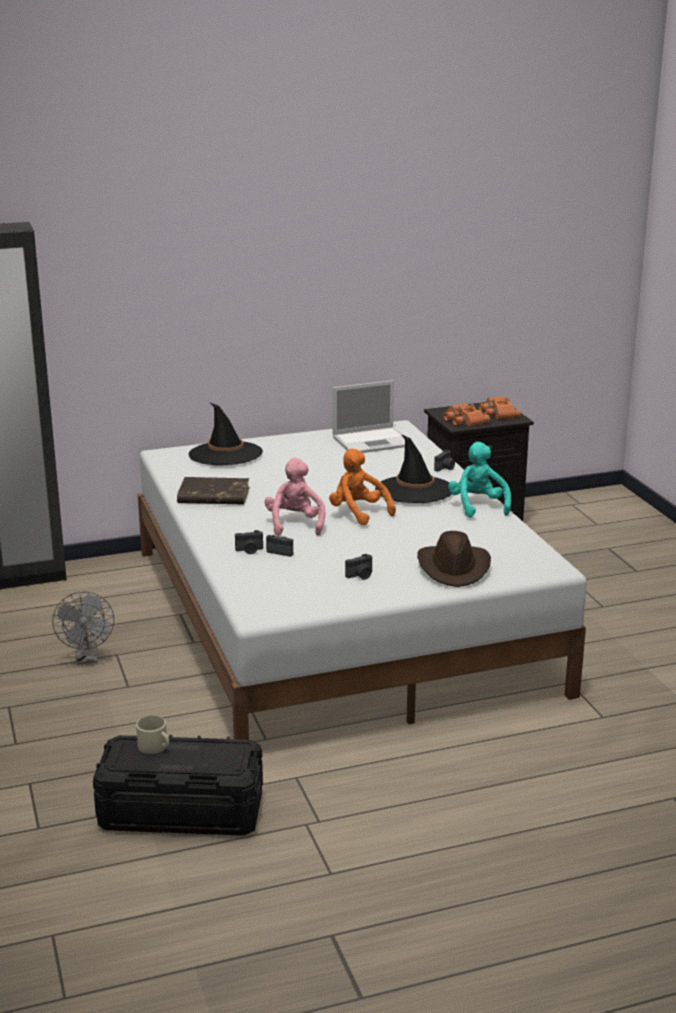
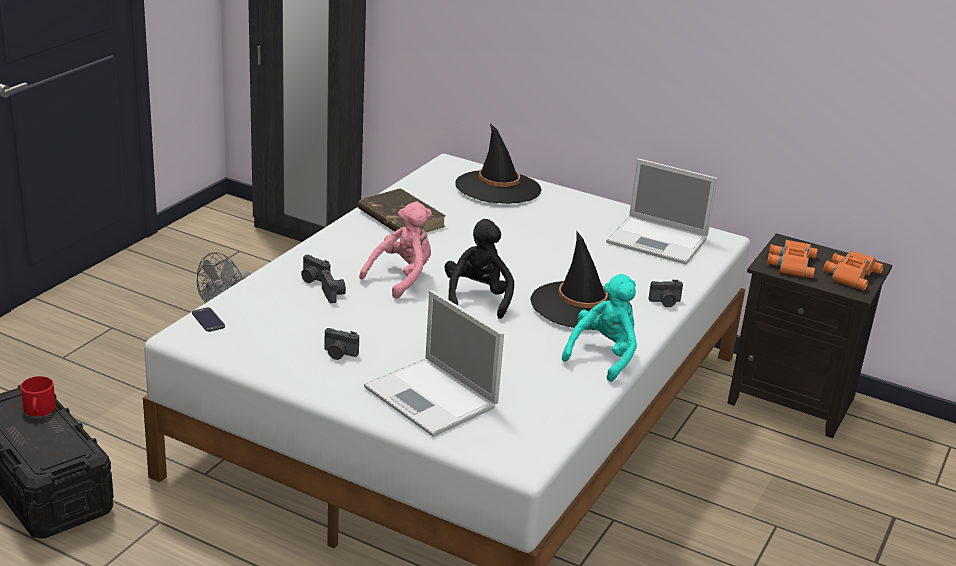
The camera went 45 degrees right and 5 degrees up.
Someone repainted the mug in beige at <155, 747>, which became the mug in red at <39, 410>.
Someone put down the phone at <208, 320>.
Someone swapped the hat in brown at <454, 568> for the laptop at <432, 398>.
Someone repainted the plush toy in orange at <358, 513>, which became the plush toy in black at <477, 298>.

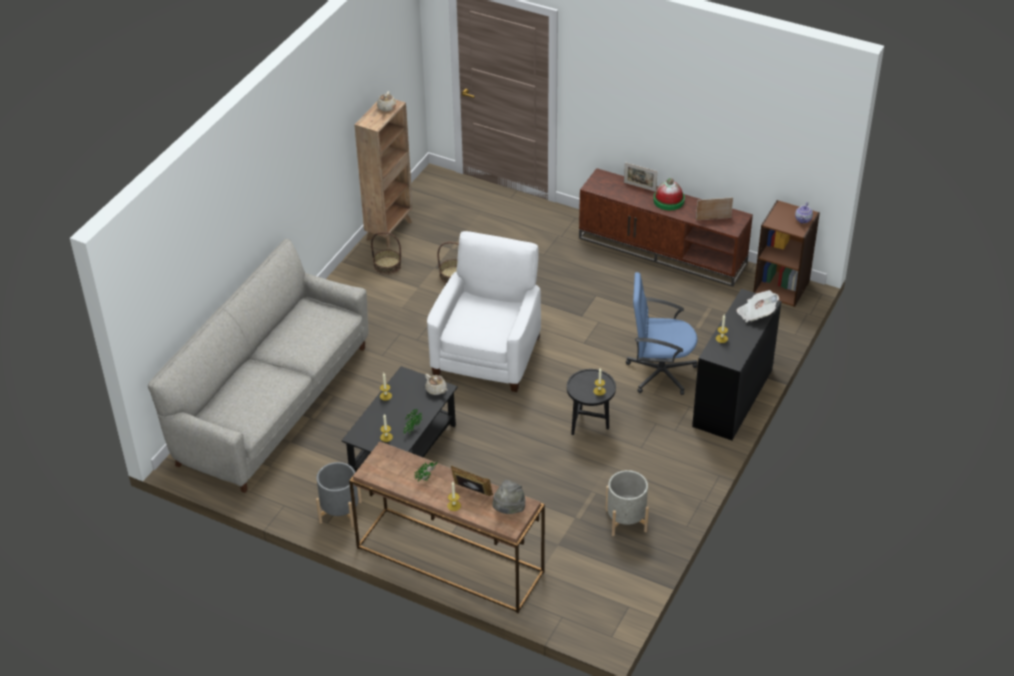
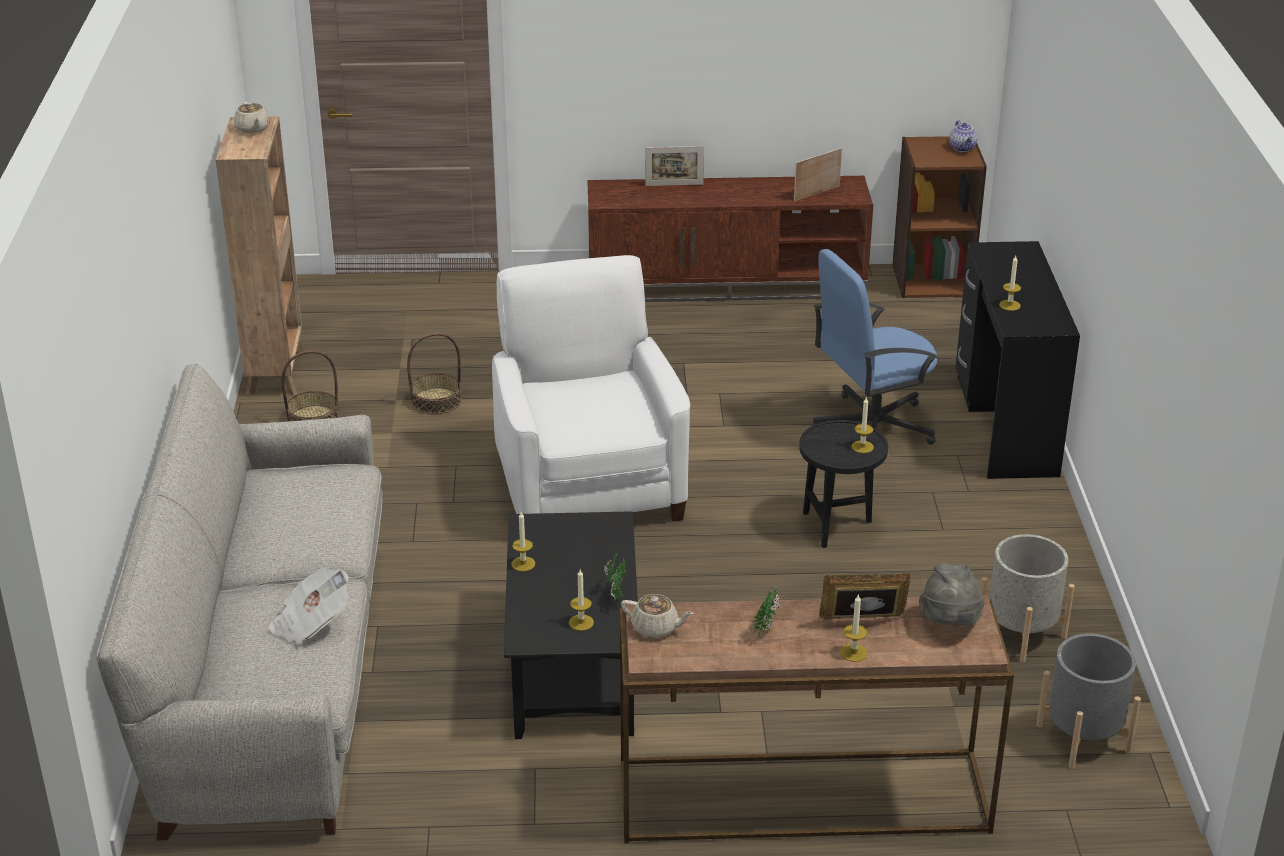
The camera went 30 degrees left and 10 degrees down.
Someone carried the newspaper from <756, 314> to <311, 623>.
Someone carried the teapot in beige from <436, 390> to <656, 628>.
Someone carried the planter in grey from <340, 512> to <1083, 738>.
Someone took away the hat at <668, 200>.

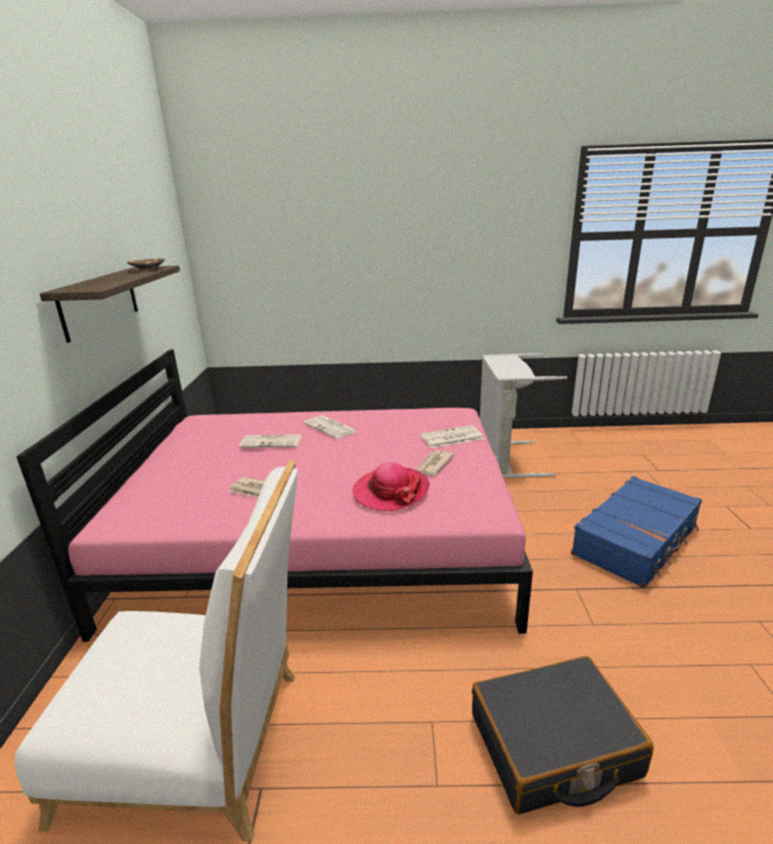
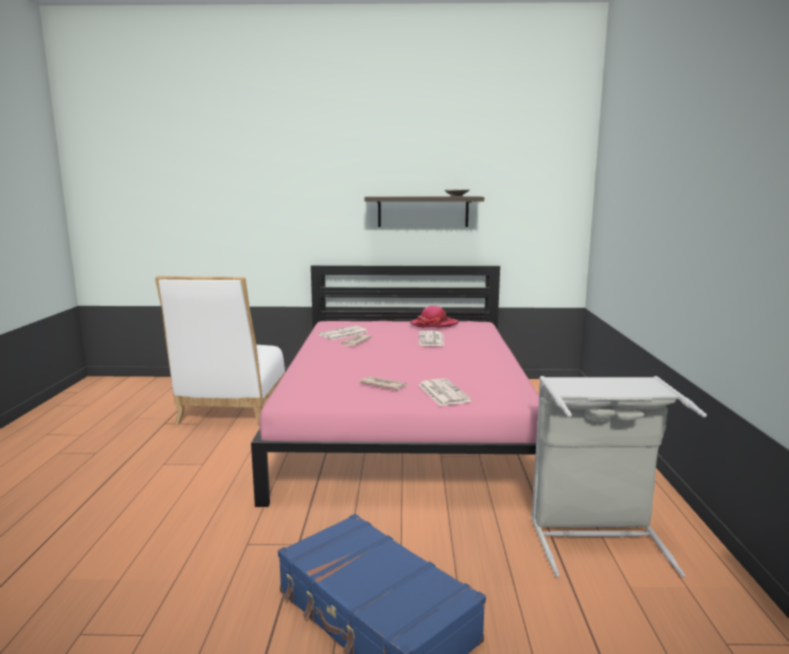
The camera went 90 degrees right and 10 degrees down.
Someone carried the newspaper from <331, 428> to <343, 334>.
Someone carried the hat from <390, 491> to <434, 324>.
Someone took away the suitcase in black at <553, 746>.

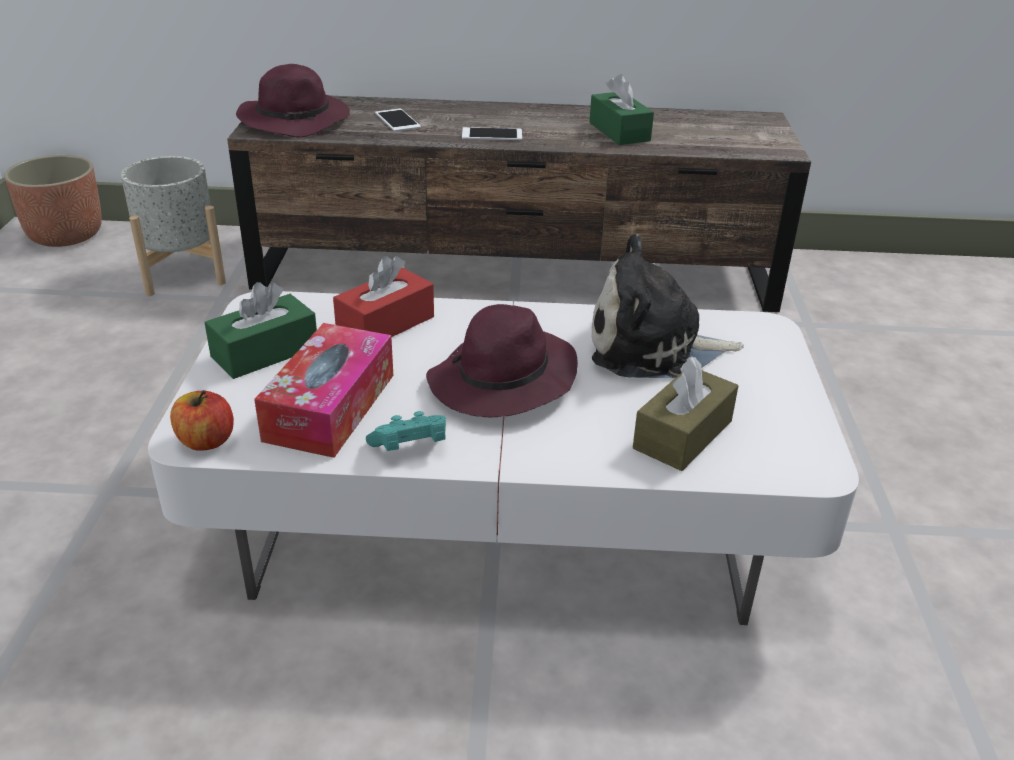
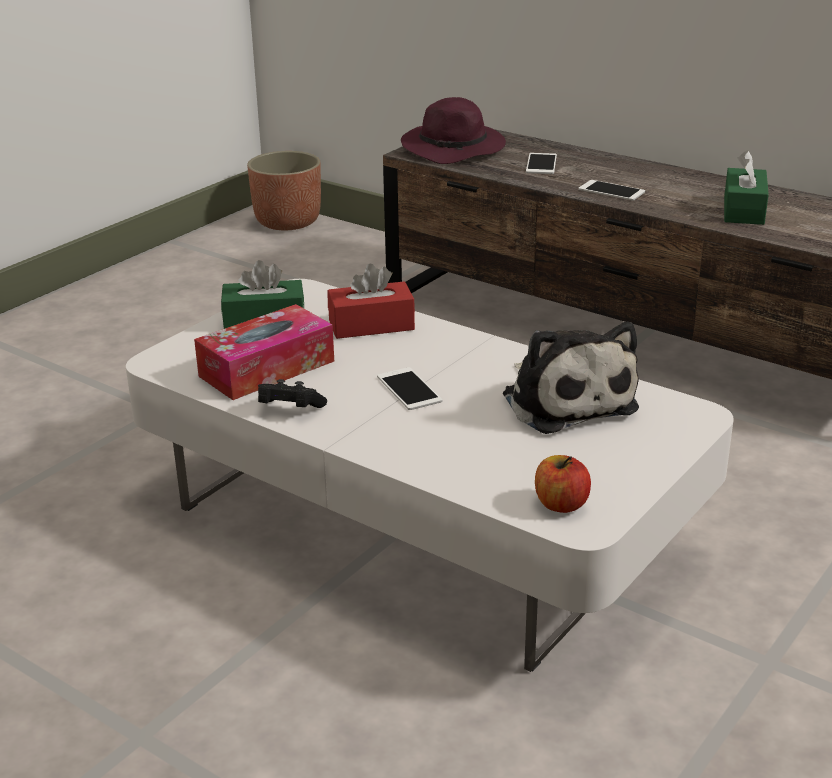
The camera went 35 degrees right and 5 degrees down.
Someone repainted the game controller in turquoise at <410, 448>, which became the game controller in black at <289, 410>.
Someone swapped the hat in purple at <503, 382> for the phone at <409, 389>.
Someone rotated the plush toy at <653, 348> by 150 degrees counterclockwise.
Someone carried the apple from <206, 441> to <561, 504>.
Someone took away the planter in grey at <181, 273>.
Someone took away the tissue box in brown at <683, 435>.

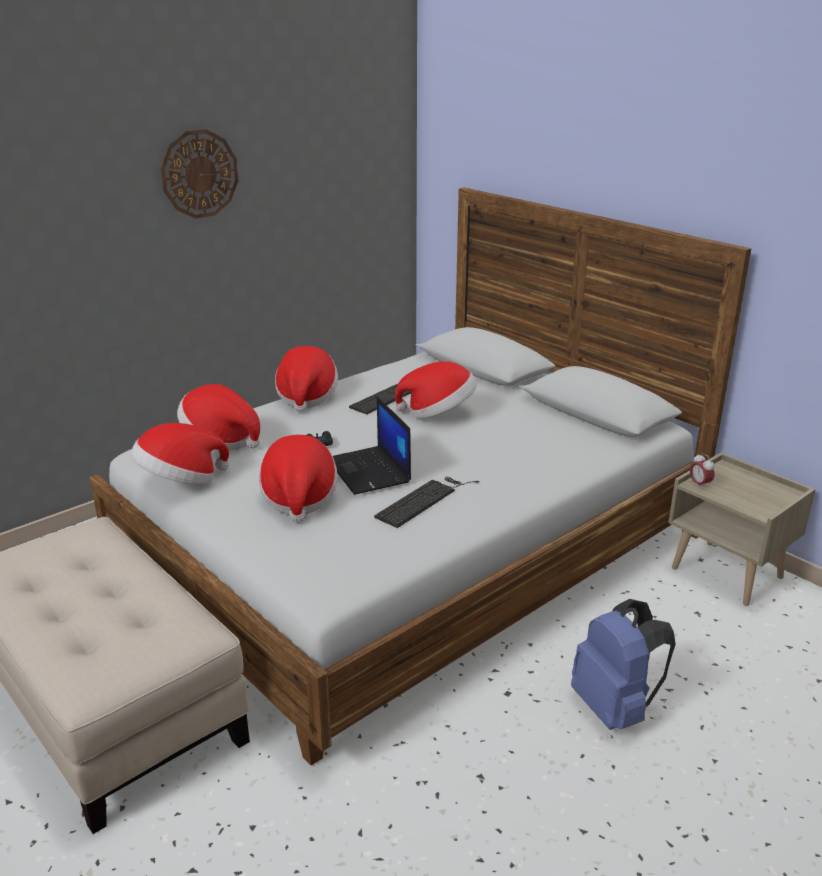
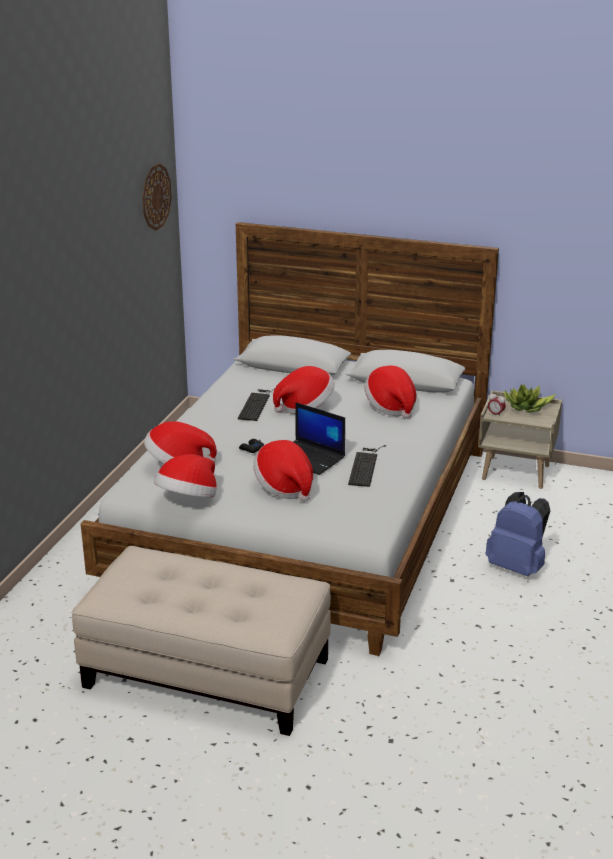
The camera went 30 degrees left and 0 degrees up.
Someone carried the wall clock from <199, 174> to <156, 197>.
Someone carried the hat from <306, 397> to <391, 407>.
Someone put down the potted plant at <526, 408>.

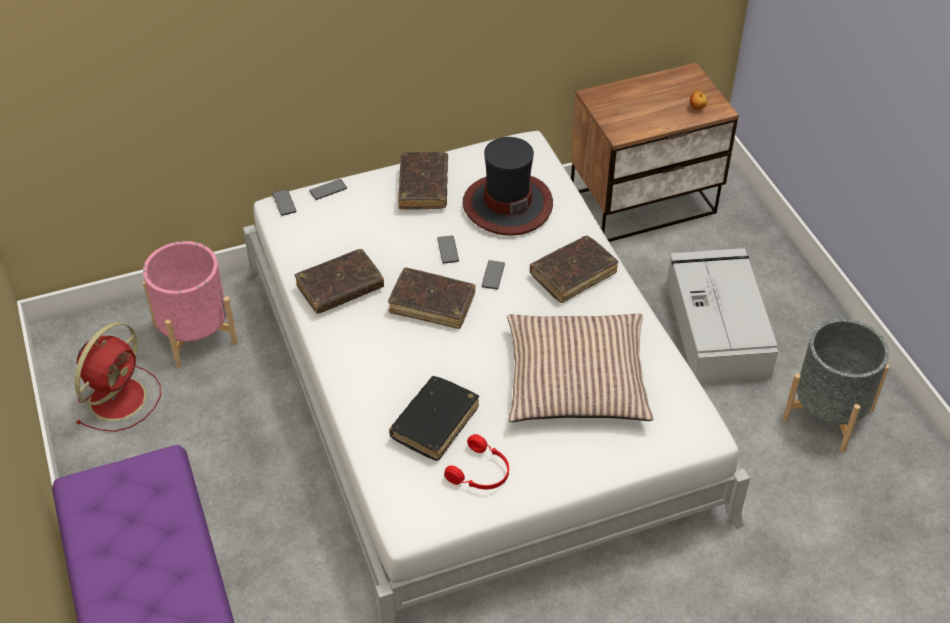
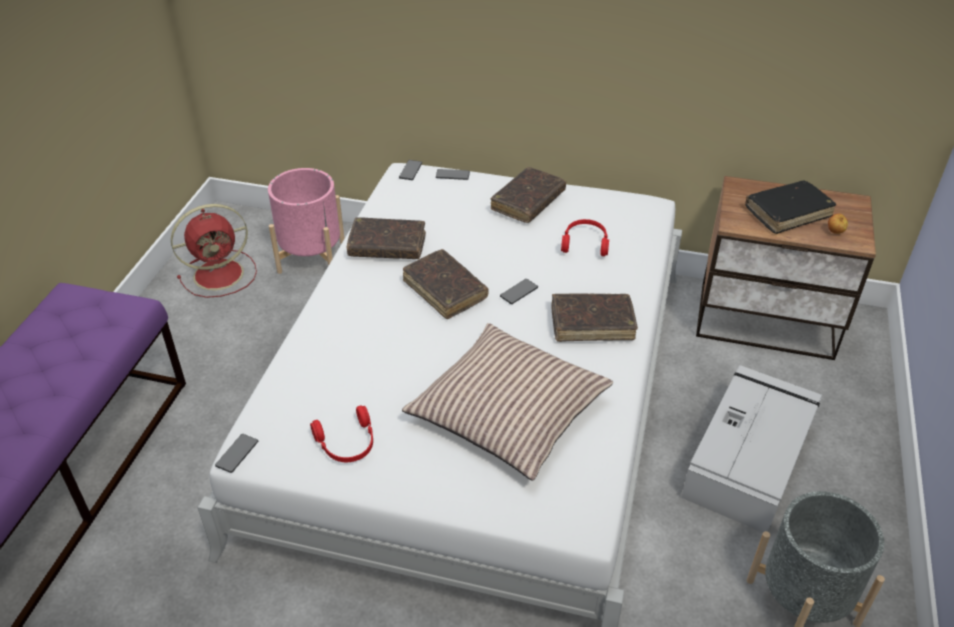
The camera went 35 degrees right and 5 degrees down.
Someone carried the phone from <448, 250> to <237, 453>.
Someone swapped the hat at <507, 204> for the headphones in red at <585, 243>.
Someone carried the book in black from <435, 423> to <787, 213>.

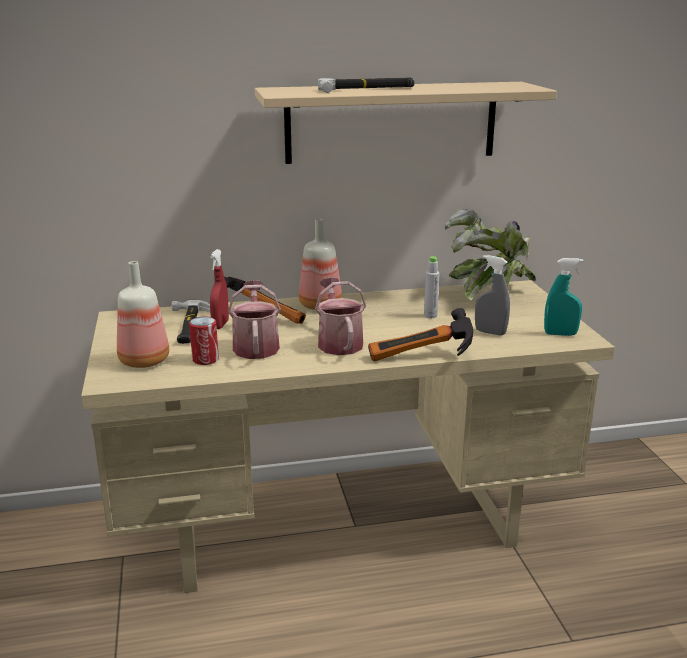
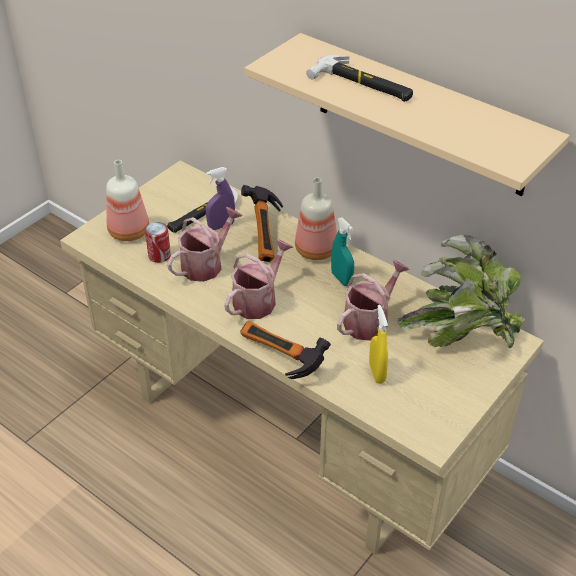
The camera went 50 degrees right and 20 degrees up.
Someone repainted the spray bottle in red at <220, 325>, which became the spray bottle in purple at <221, 226>.
Someone carried the spray bottle in turquoise from <560, 334> to <341, 279>.
Someone swapped the bottle in grey at <430, 316> for the watering can at <369, 320>.
Someone repainted the spray bottle in grey at <490, 332>, which became the spray bottle in yellow at <377, 373>.

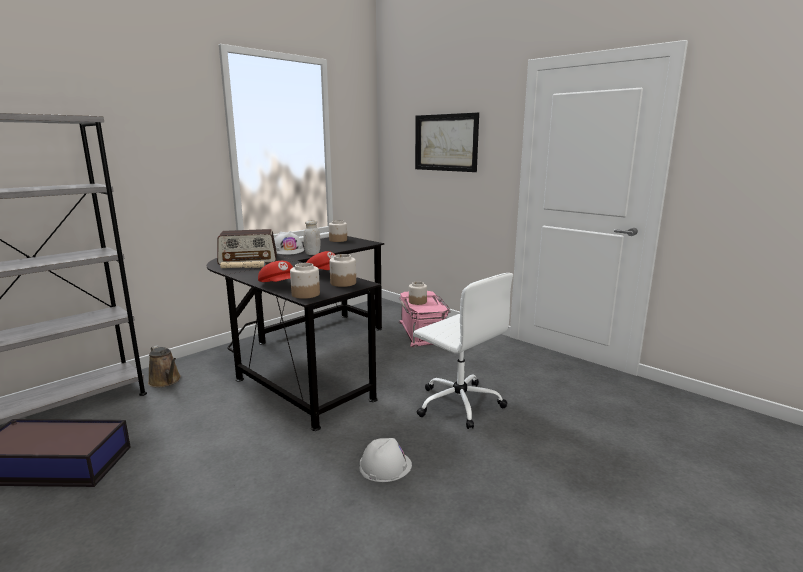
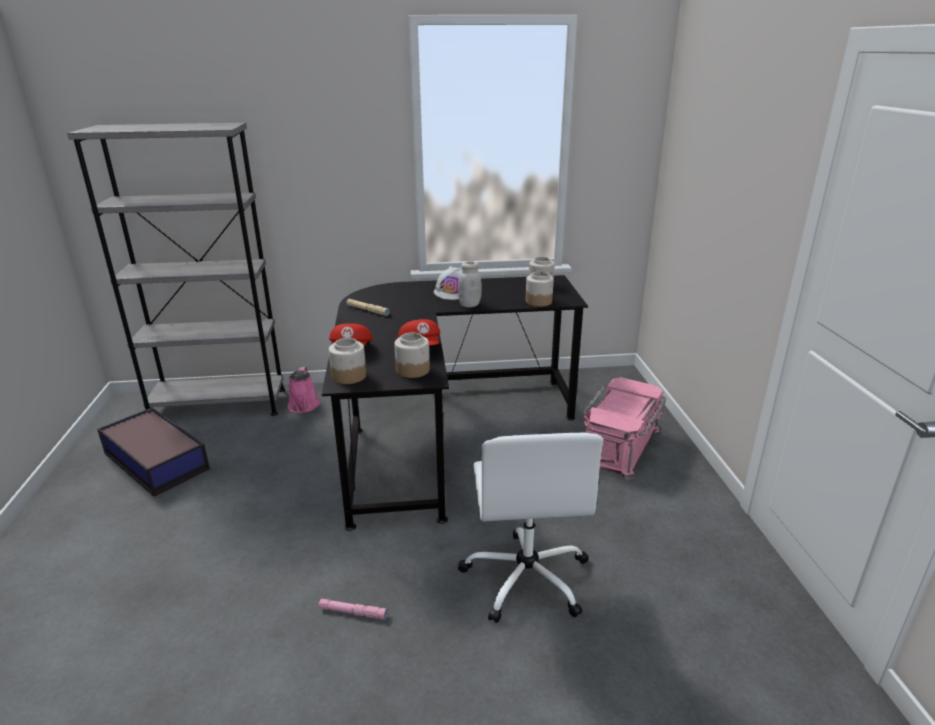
The camera went 40 degrees right and 10 degrees up.
Someone repainted the watering can in brown at <166, 381>, which became the watering can in pink at <303, 406>.
Someone swapped the hard hat in white at <385, 466> for the flashlight in pink at <353, 612>.
Someone carried the jar from <417, 302> to <538, 301>.
Someone took away the radio at <248, 260>.
Someone took away the picture at <446, 142>.

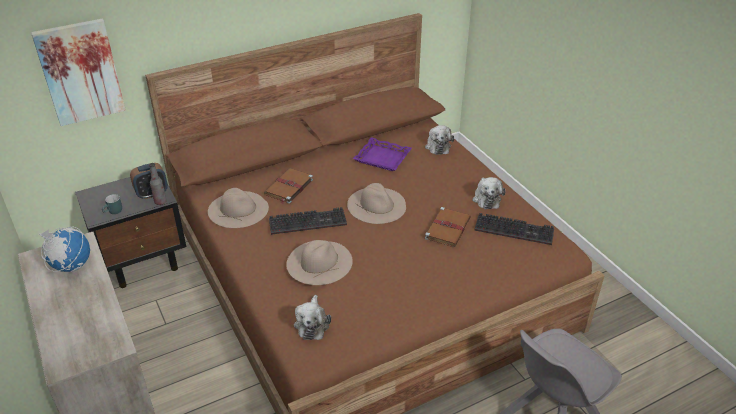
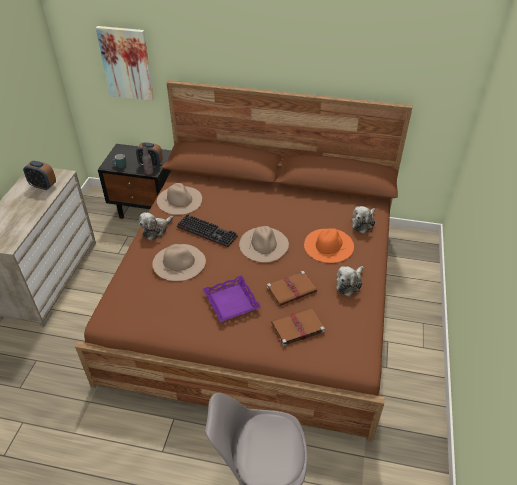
The camera went 40 degrees right and 5 degrees up.
Someone swapped the globe at <71, 266> for the alarm clock at <43, 186>.
Someone carried the plush toy from <312, 324> to <156, 230>.
Someone carried the tray in purple from <382, 158> to <231, 302>.
Someone carried the book in brown from <288, 187> to <296, 328>.
Someone put down the hat in orange at <328, 245>.
Someone took away the keyboard at <515, 230>.

